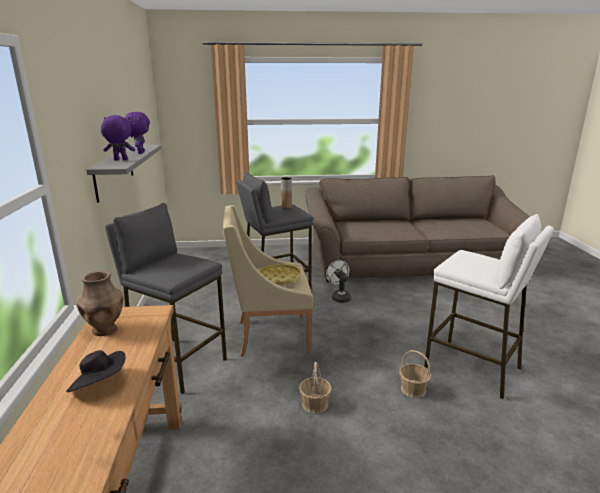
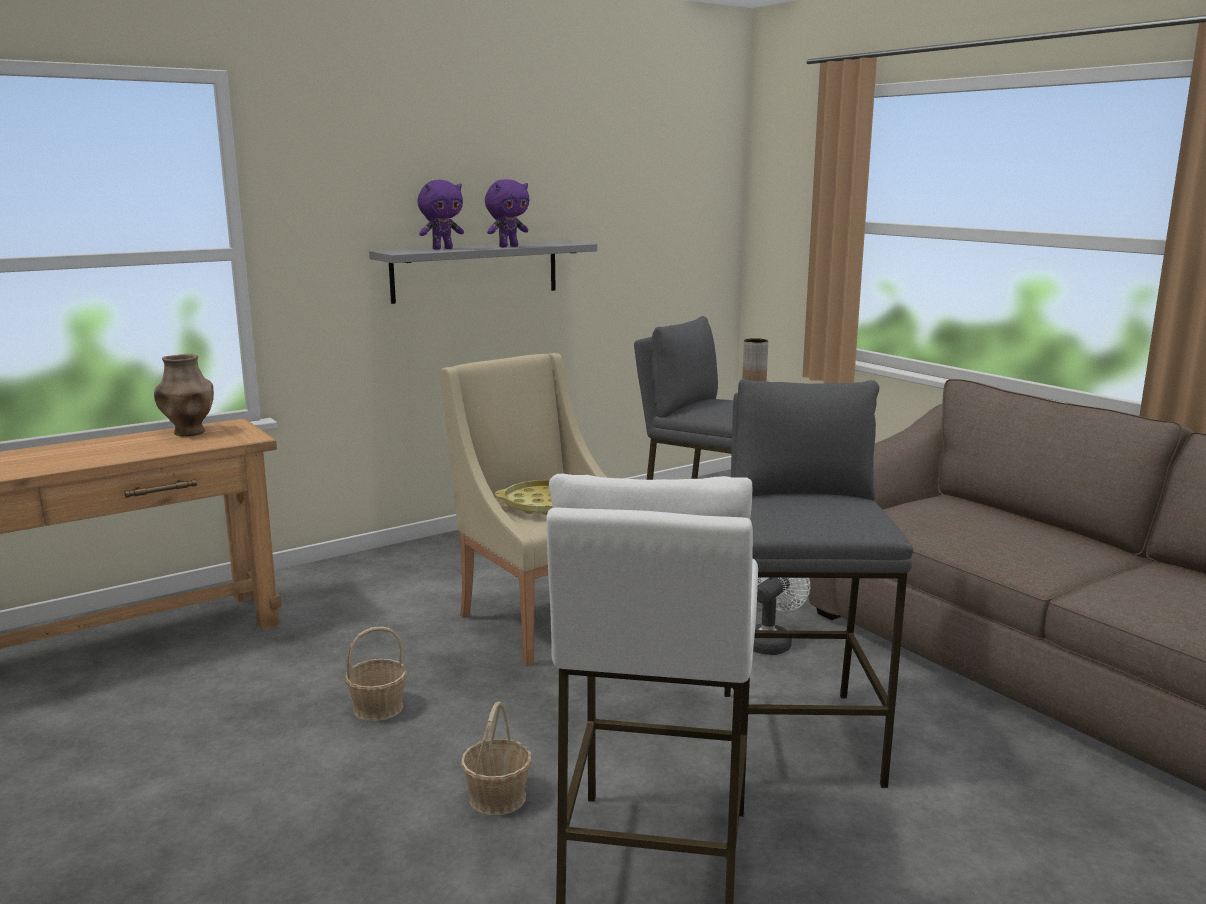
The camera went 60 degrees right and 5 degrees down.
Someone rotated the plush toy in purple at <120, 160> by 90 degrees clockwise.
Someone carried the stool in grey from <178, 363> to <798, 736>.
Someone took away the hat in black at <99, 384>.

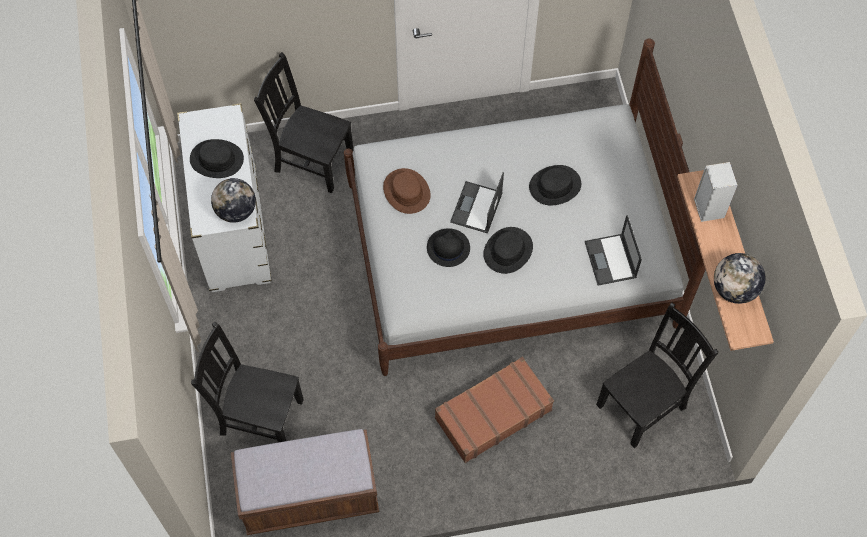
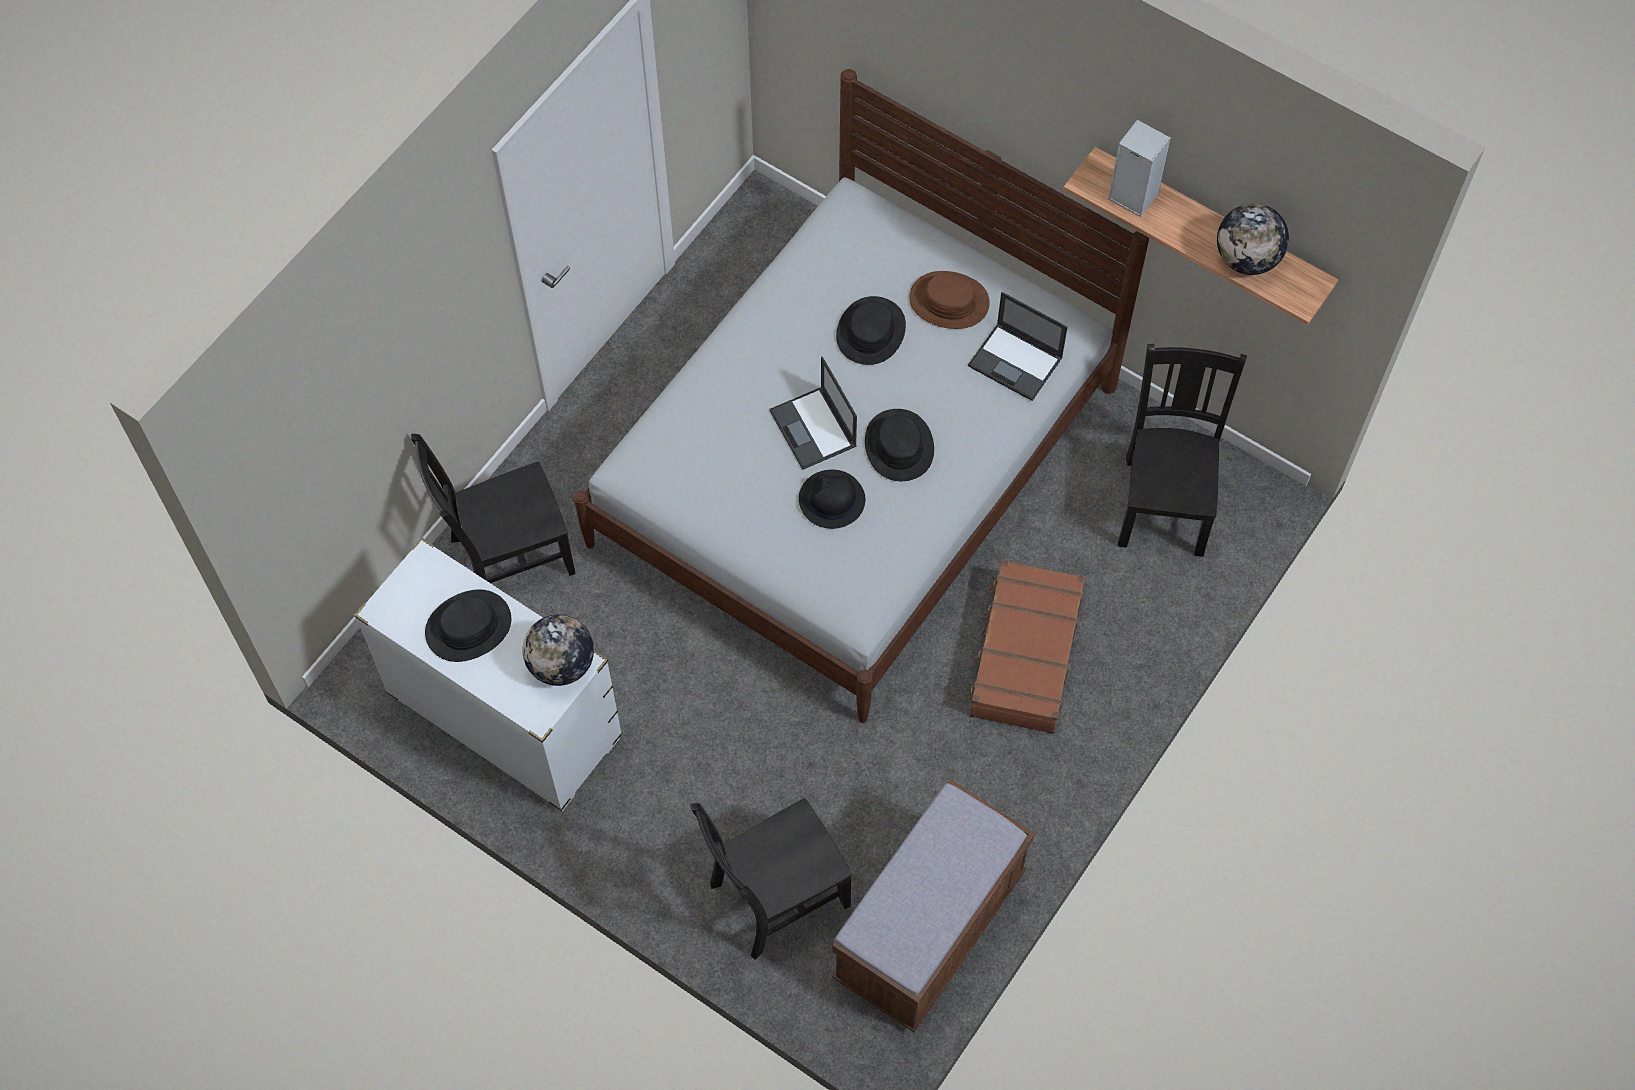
The camera went 45 degrees left and 0 degrees up.
Someone carried the hat in brown from <406, 192> to <949, 301>.

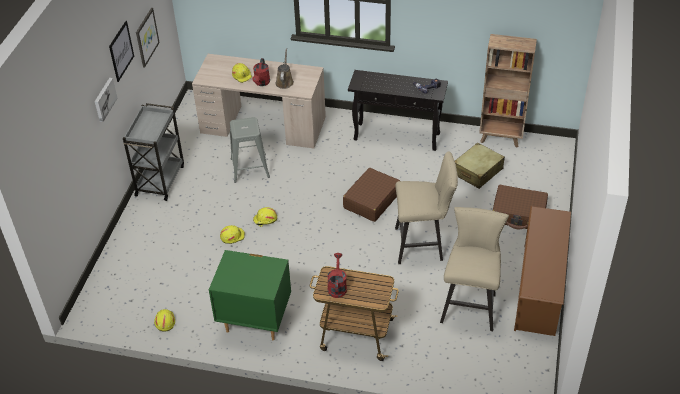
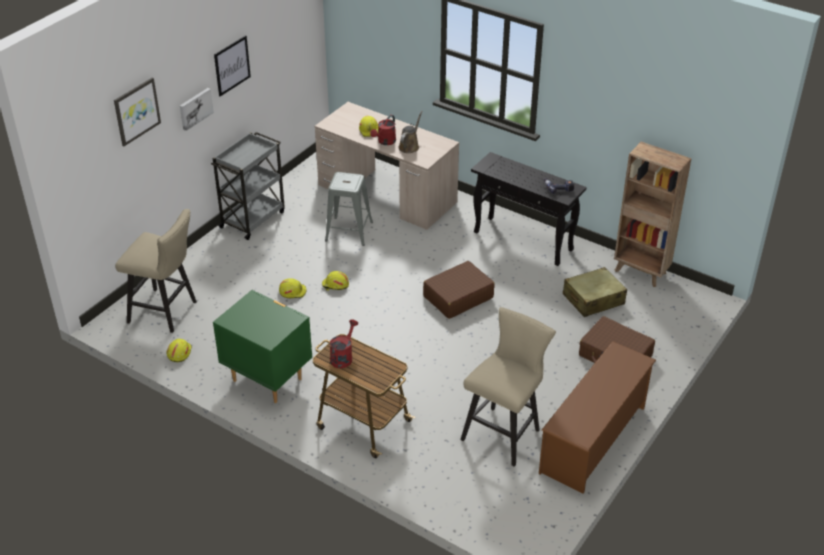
The camera went 20 degrees right and 5 degrees down.
Someone carried the picture from <146, 37> to <136, 111>.
Someone carried the stool in beige from <423, 245> to <167, 312>.

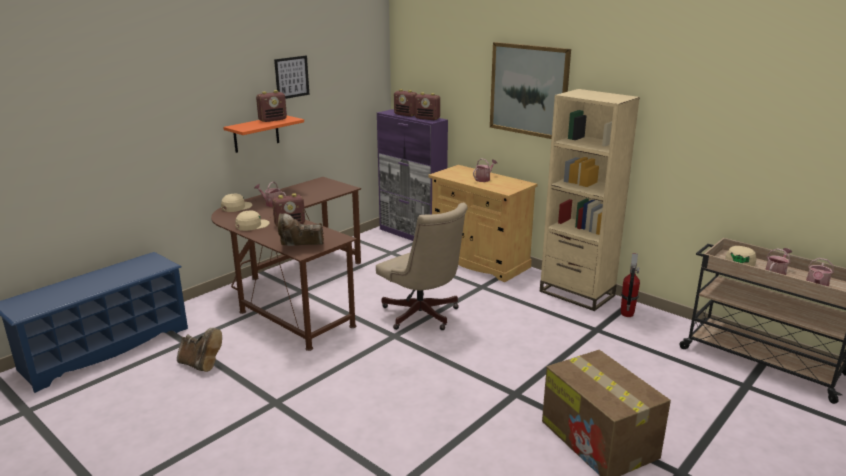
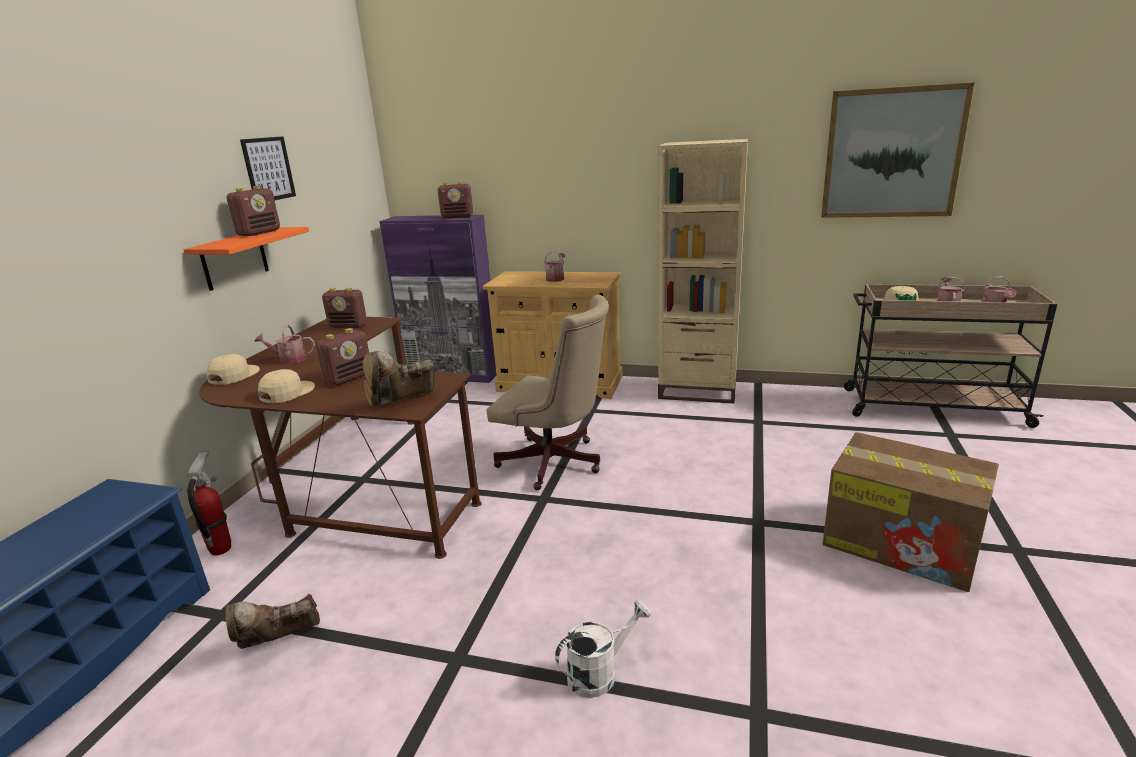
The camera went 25 degrees left and 0 degrees up.
Someone carried the fire extinguisher from <627, 314> to <221, 548>.
Someone rotated the boot in brown at <201, 365> by 150 degrees clockwise.
Someone carried the radio from <406, 115> to <348, 326>.
Someone put down the watering can in white at <600, 672>.
Someone carried the picture from <529, 90> to <892, 153>.

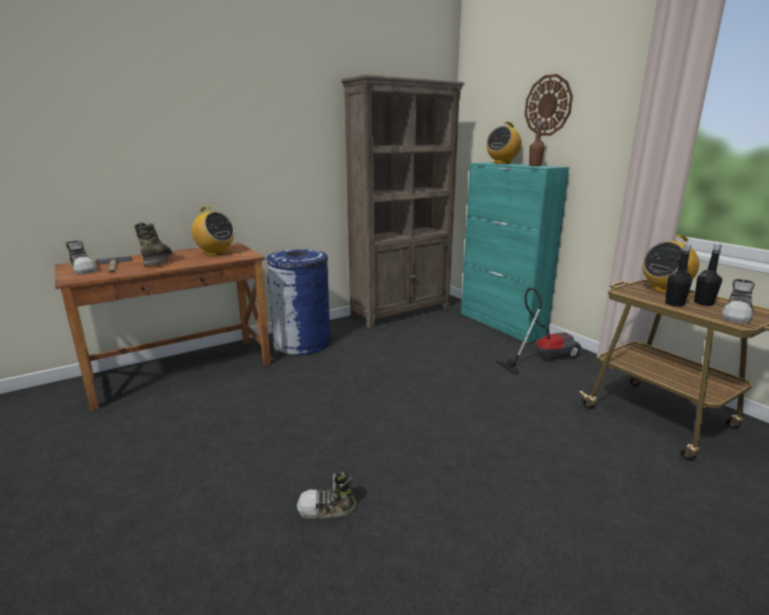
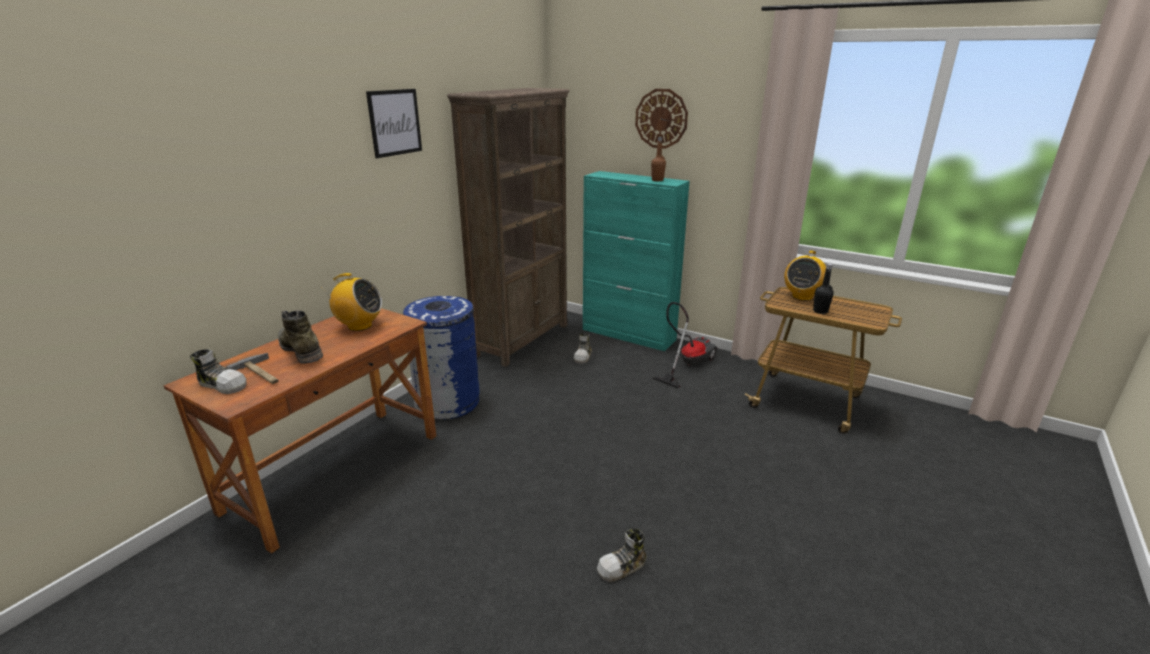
The camera went 25 degrees left and 5 degrees up.
Someone put up the picture at <395, 122>.
Someone carried the shoe from <737, 315> to <583, 356>.
Someone took away the radio at <502, 163>.
Someone took away the bottle in black at <703, 303>.

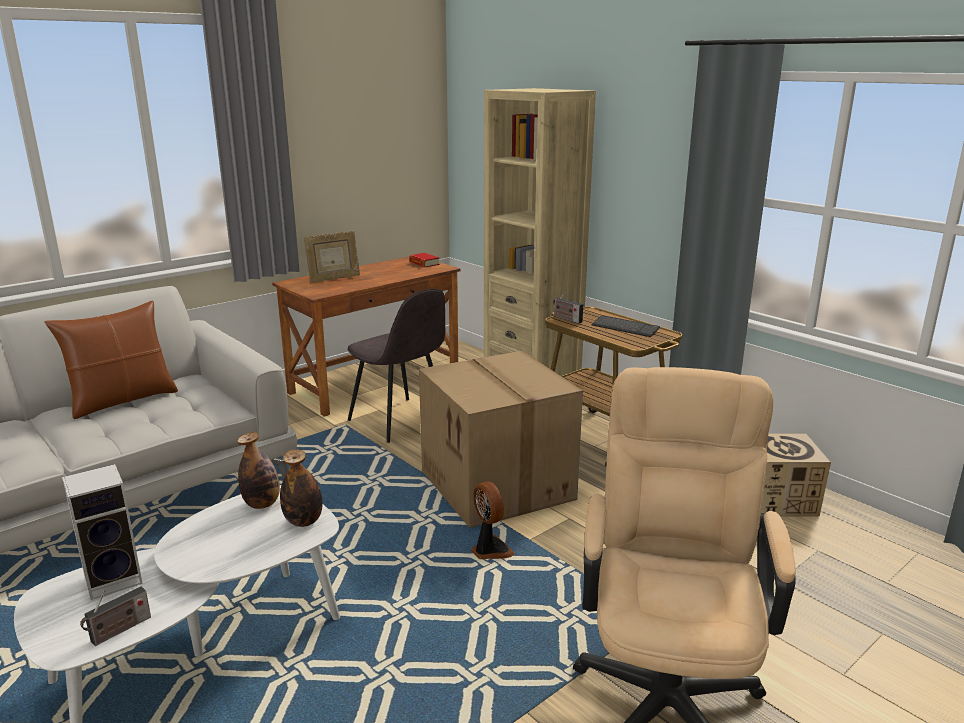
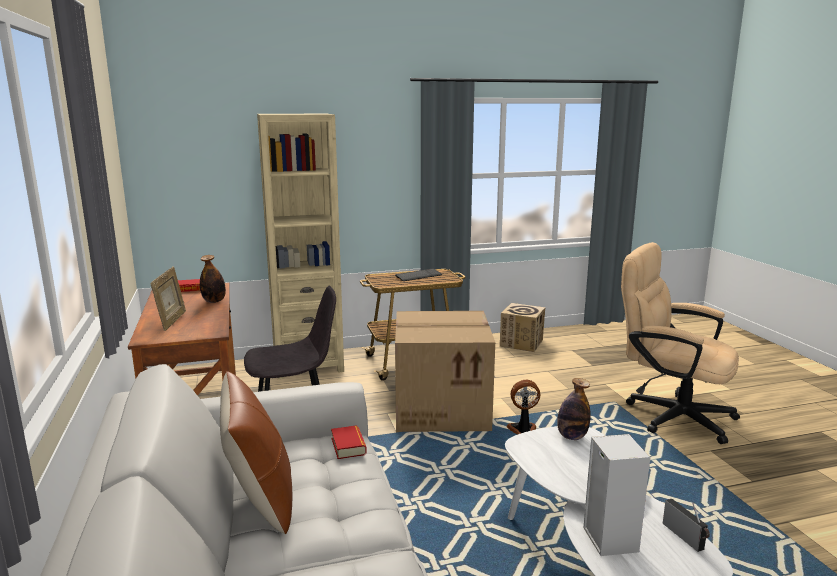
The camera went 65 degrees left and 5 degrees down.
Someone carried the bottle from <262, 504> to <214, 301>.
Someone put down the book at <348, 446>.
Someone took away the radio at <566, 319>.

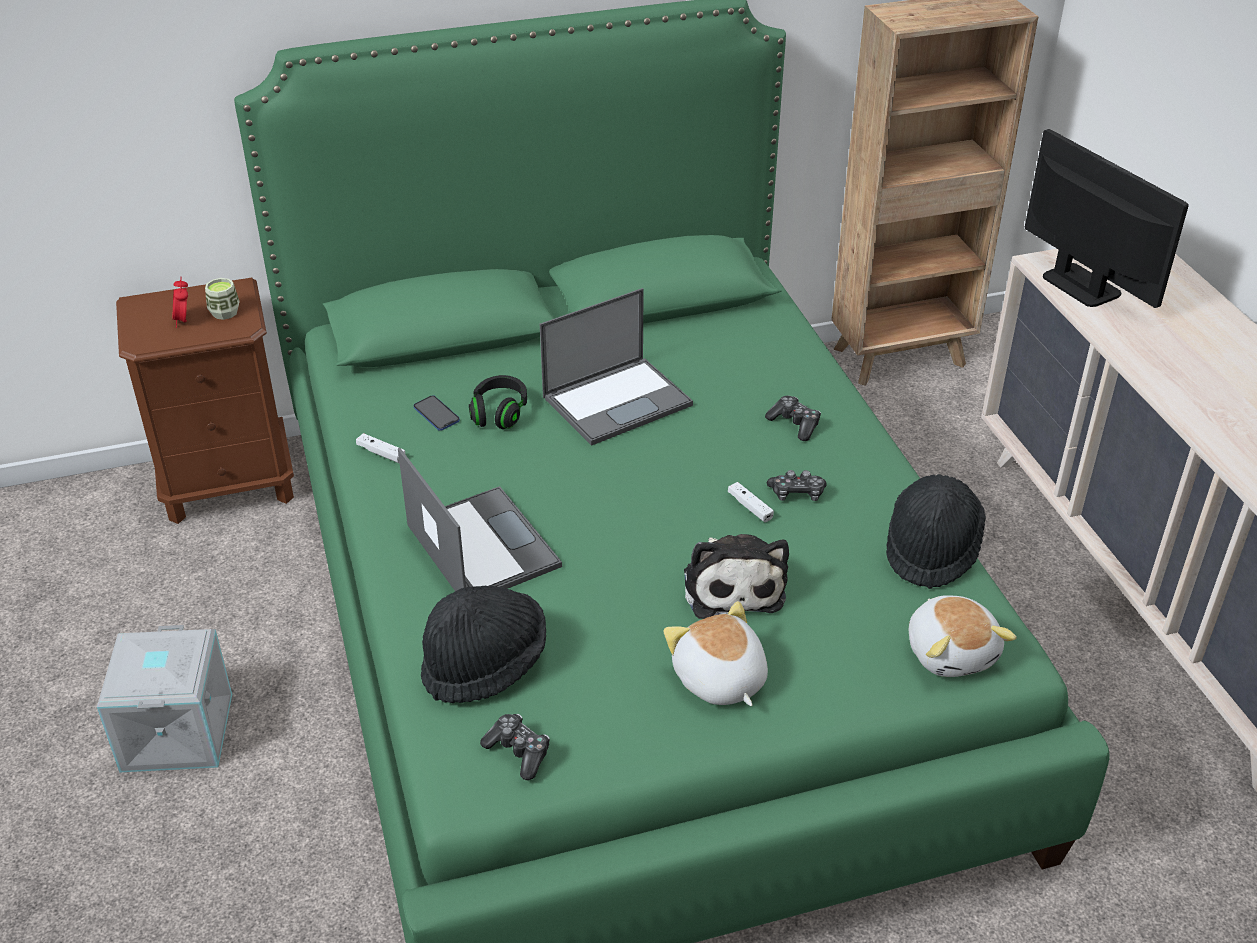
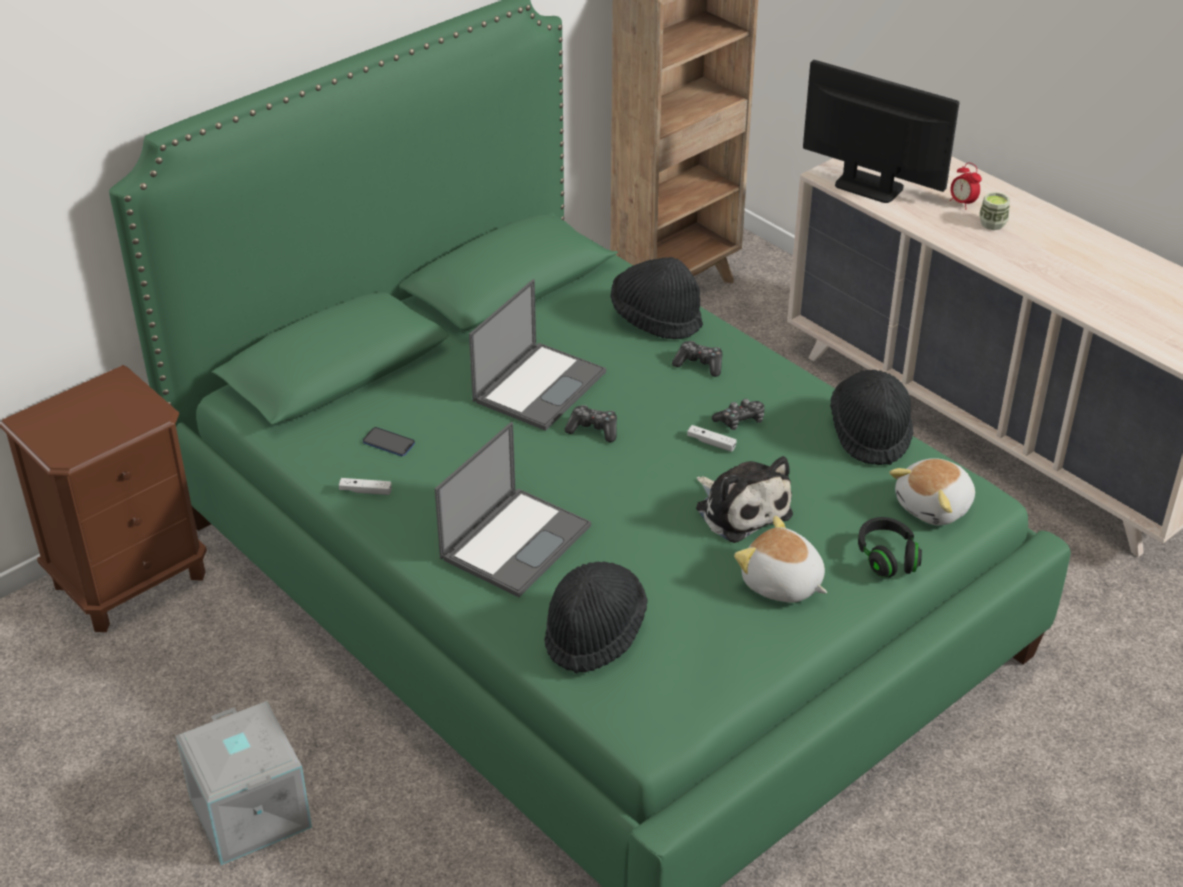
The camera went 25 degrees left and 0 degrees up.
Someone rotated the laptop at <481, 545> by 90 degrees clockwise.
Someone carried the game controller from <518, 752> to <593, 430>.
Someone put down the hat in black at <656, 319>.
Someone carried the headphones in black from <499, 413> to <887, 558>.
Someone rotated the plush toy at <951, 652> by 90 degrees clockwise.
Someone carried the alarm clock from <184, 321> to <962, 203>.
Someone carried the cup from <225, 312> to <992, 224>.

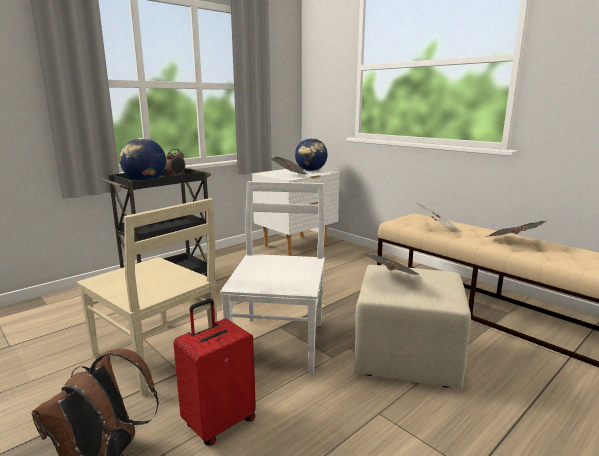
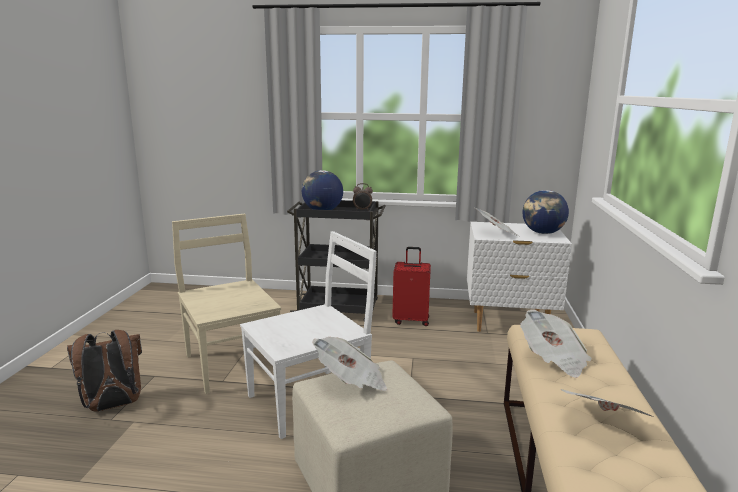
The camera went 50 degrees right and 0 degrees up.
Someone rotated the chair in beige at <156, 356> by 150 degrees clockwise.
Someone carried the suitcase in red from <219, 422> to <411, 320>.

